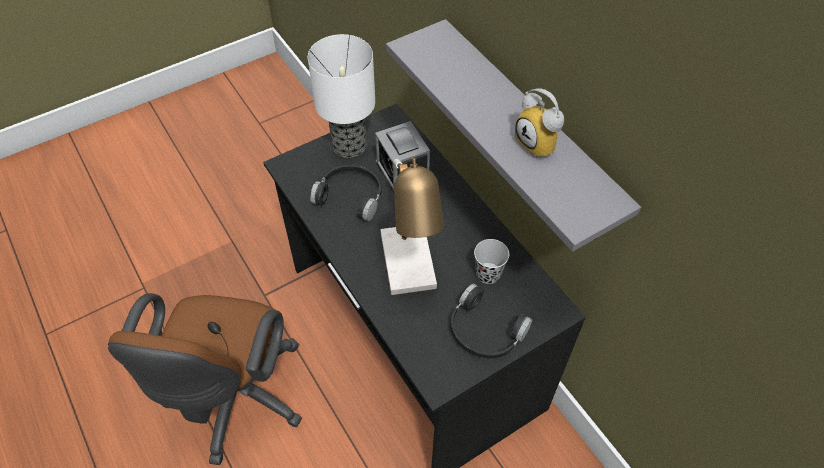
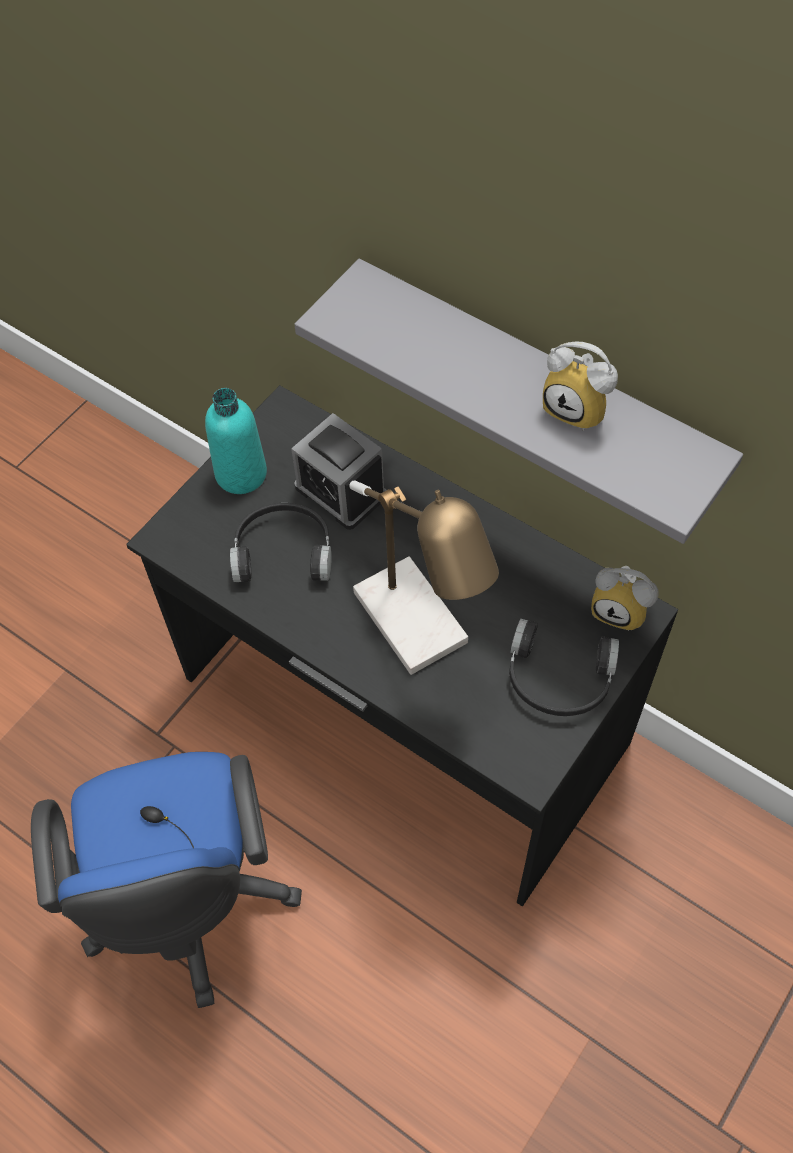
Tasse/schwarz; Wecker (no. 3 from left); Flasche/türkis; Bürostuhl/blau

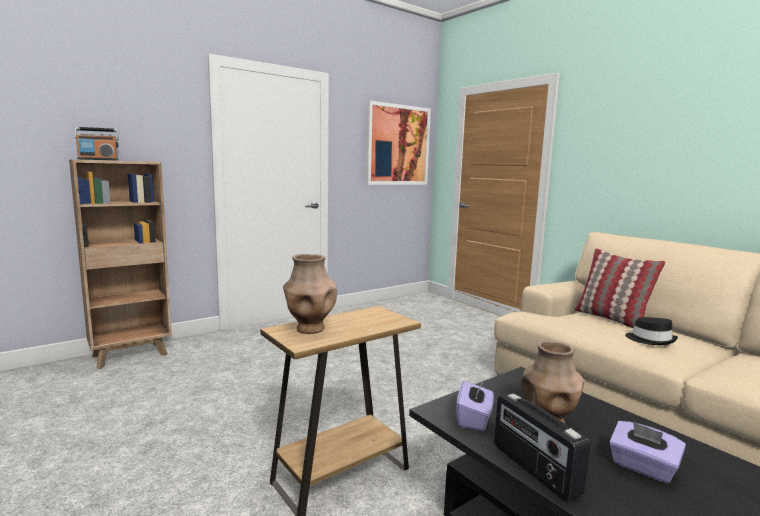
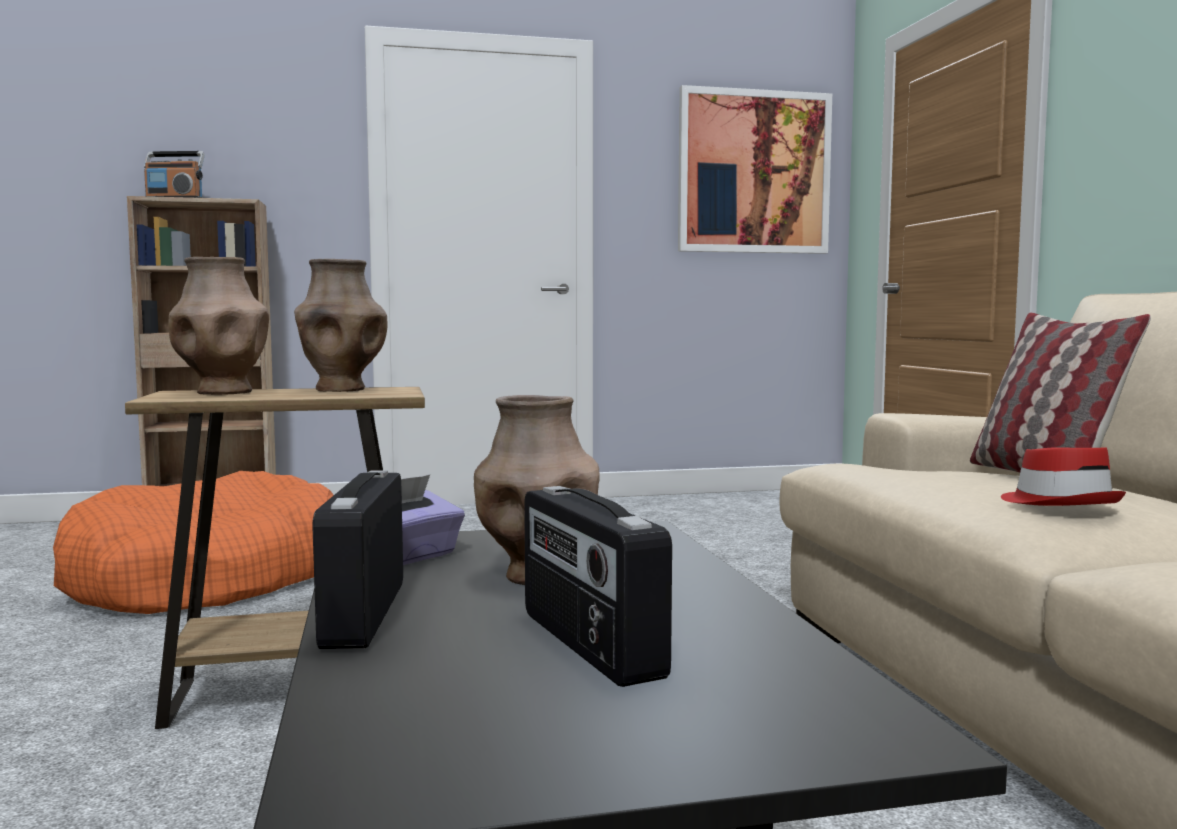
Hundebett/orange; Vase/braun (no. 2 from left); Radio (no. 3 from left); Hut/rot

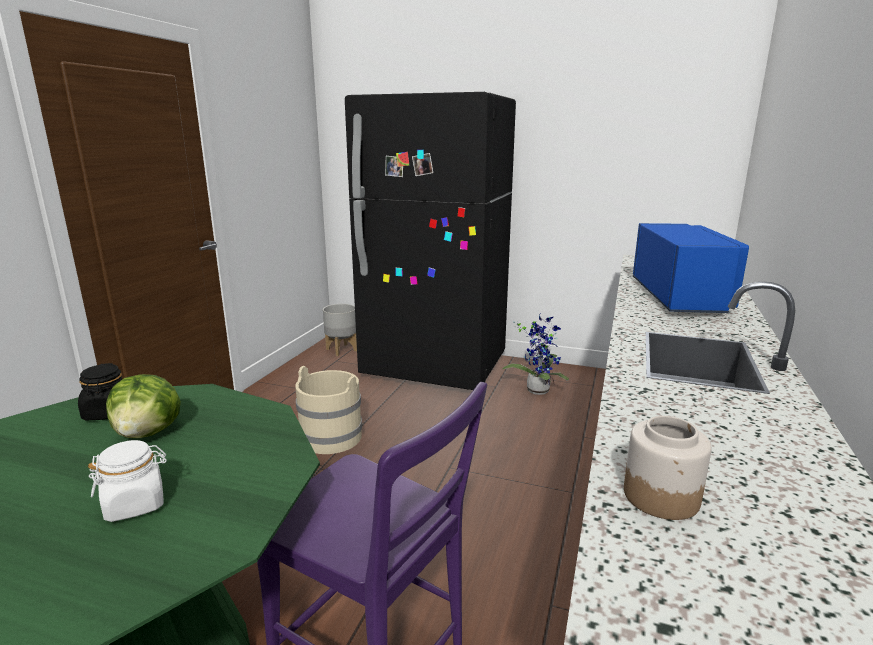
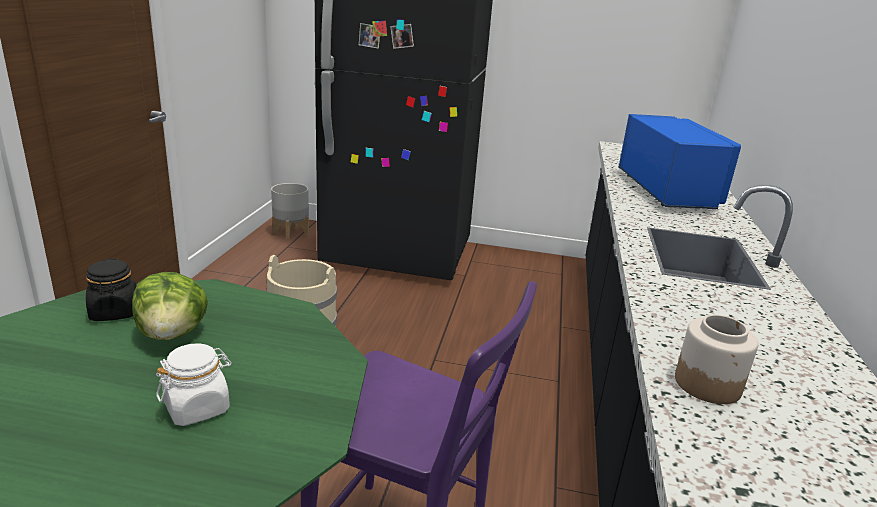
Topfpflanze

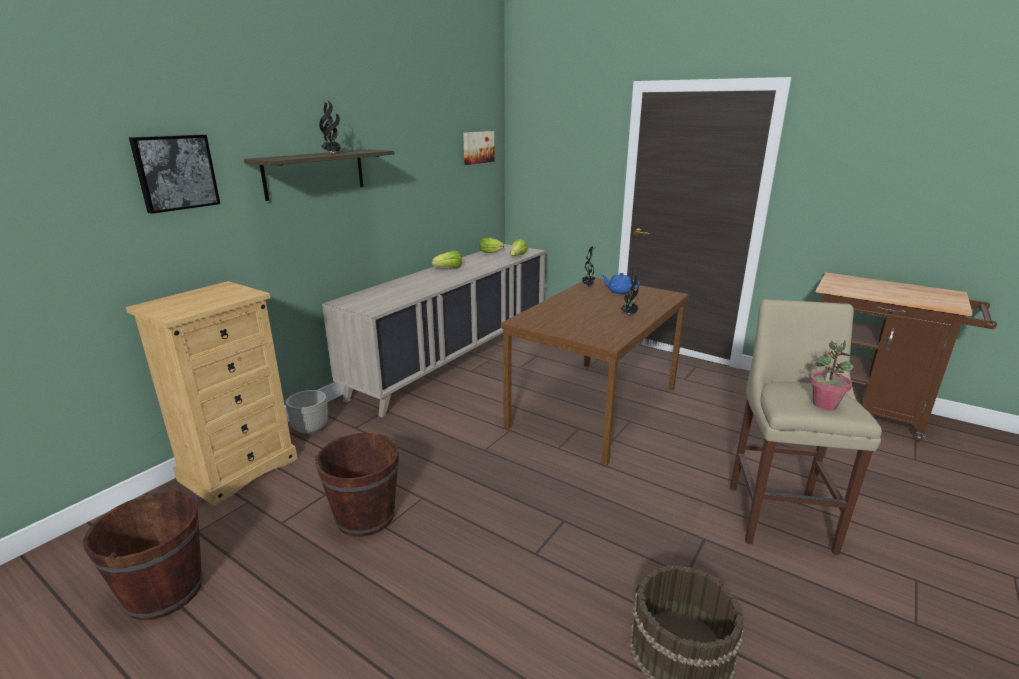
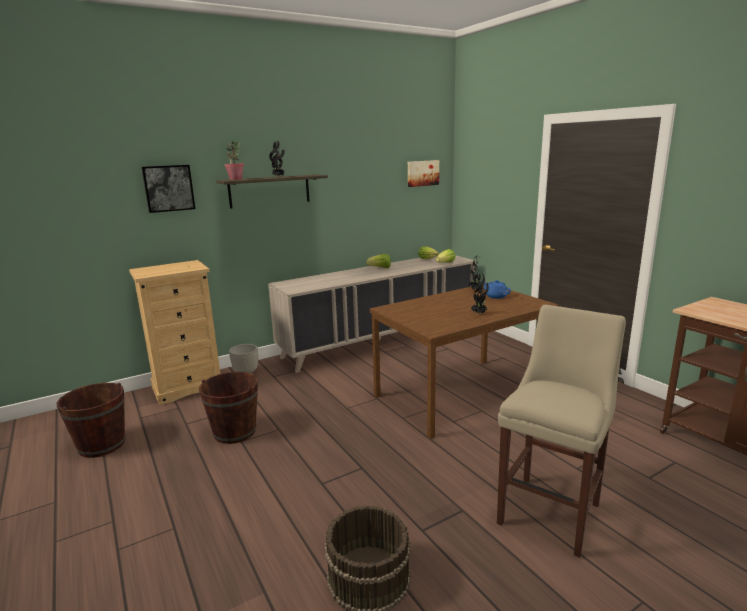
Topfpflanze (no. 1 from left)

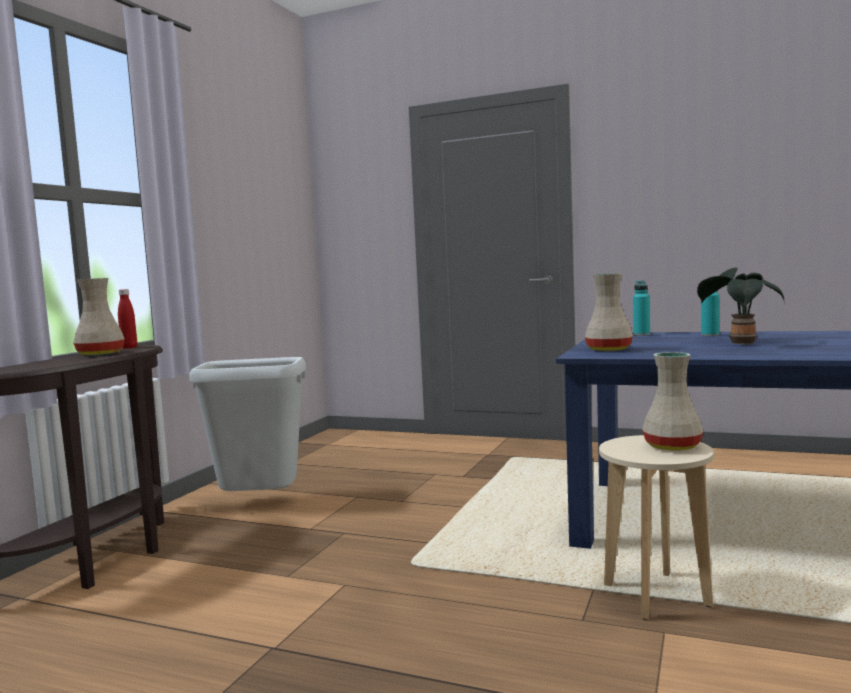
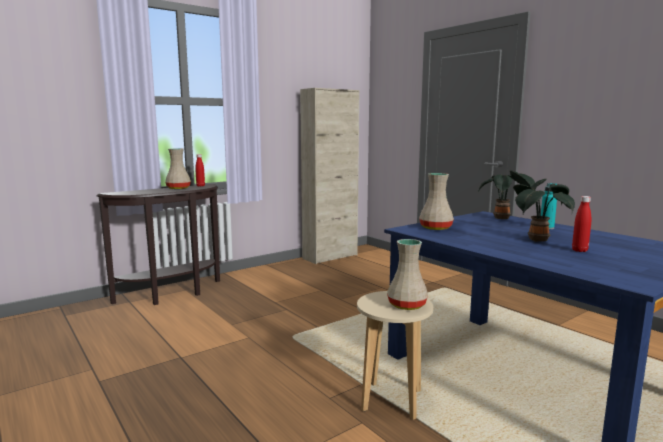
Mülleimer/grau; Schrank/beige; Flasche/rot (no. 2 from left); Topfpflanze (no. 1 from left)

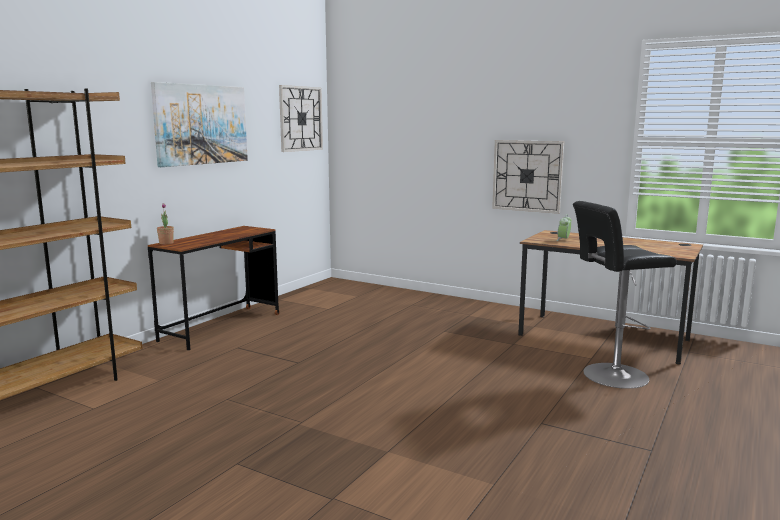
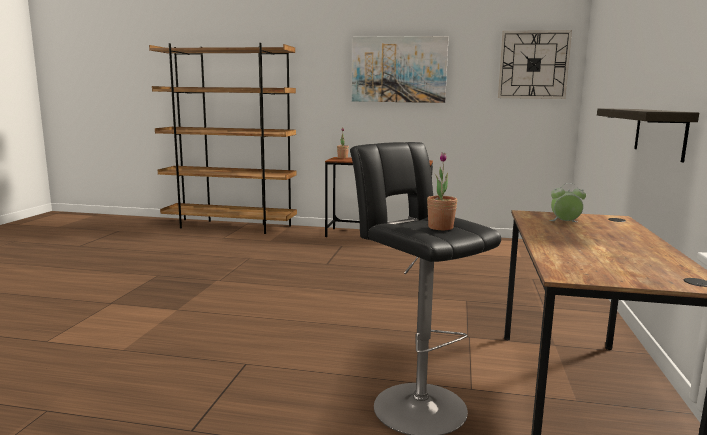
Topfpflanze (no. 2 from left); Wandregal

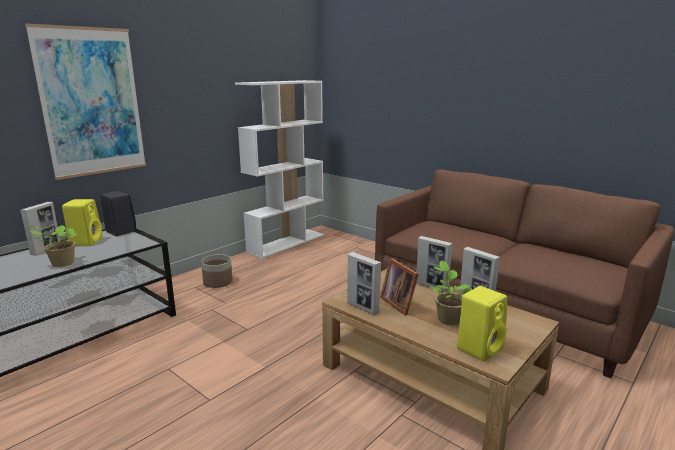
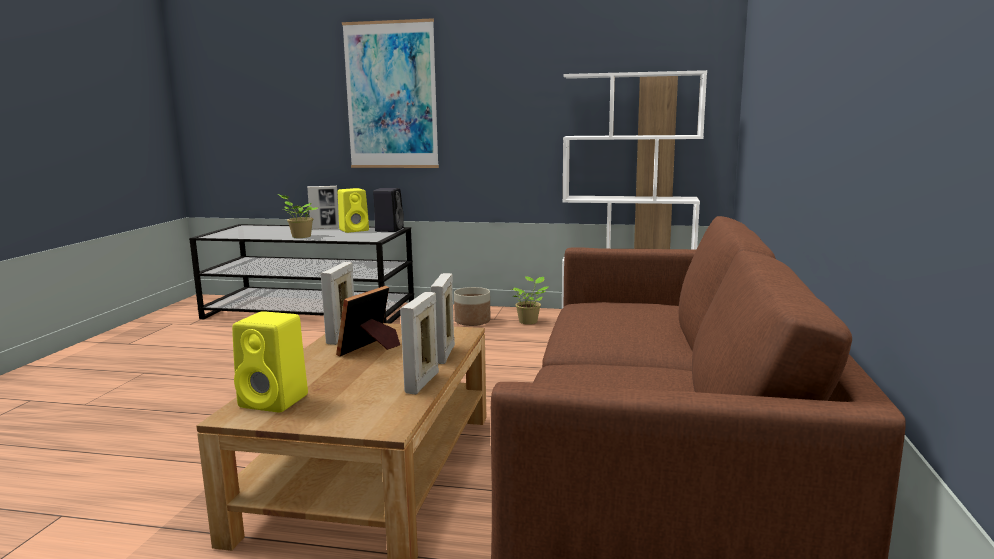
Topfpflanze (no. 2 from left)

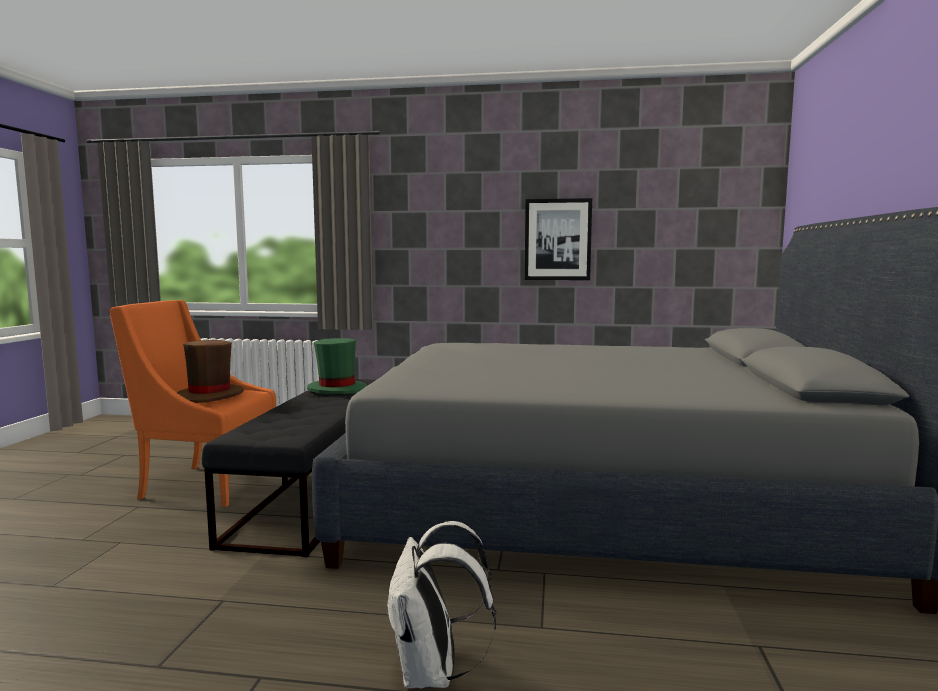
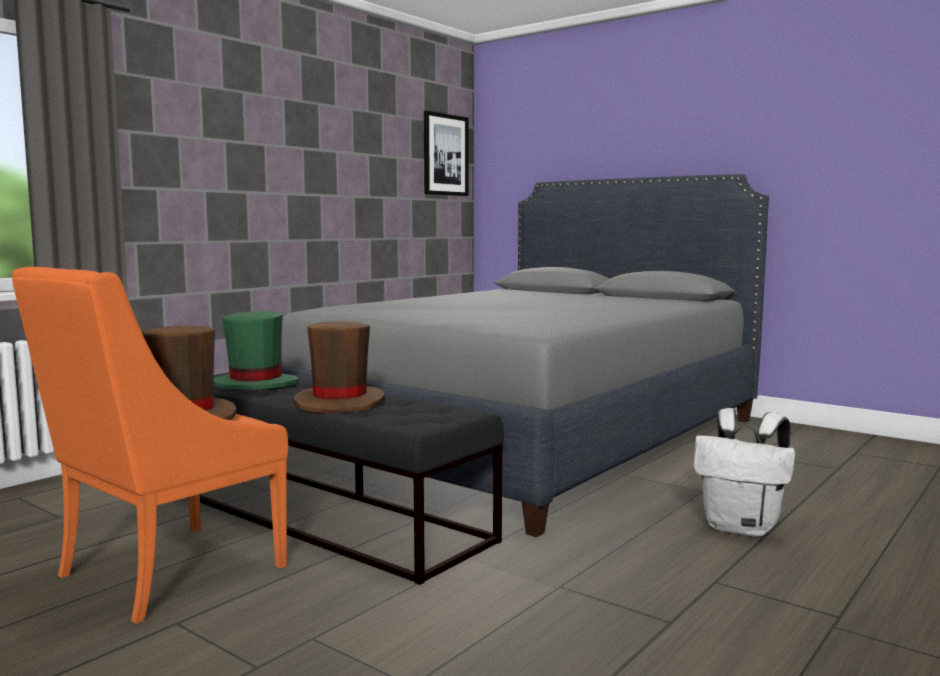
Hut/braun (no. 2 from left); Bild

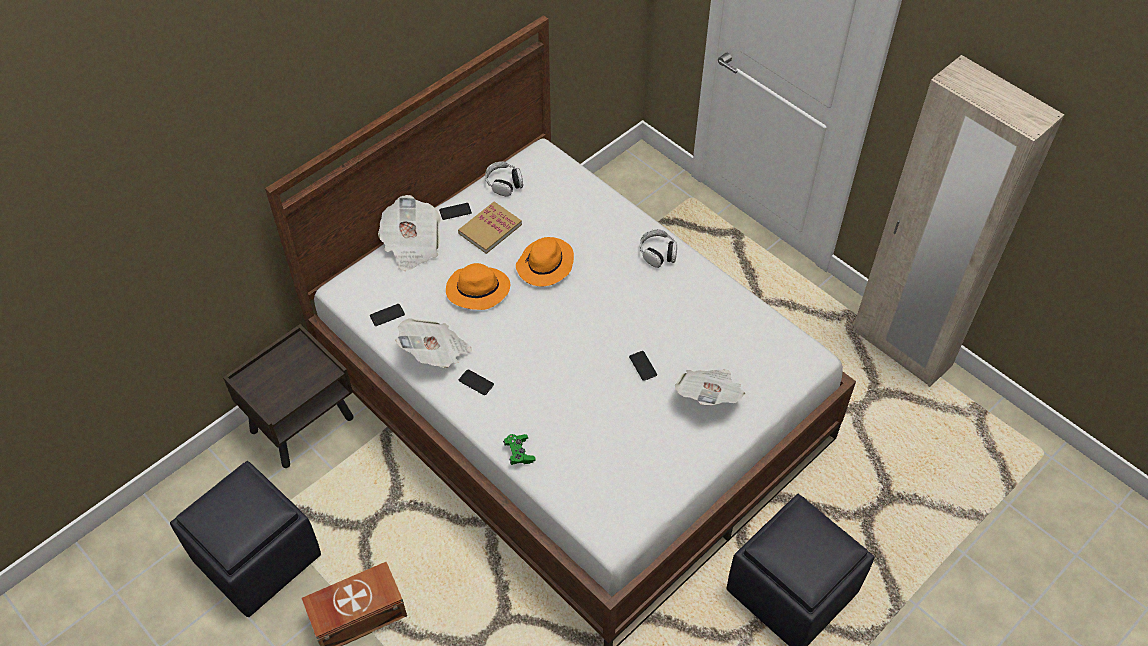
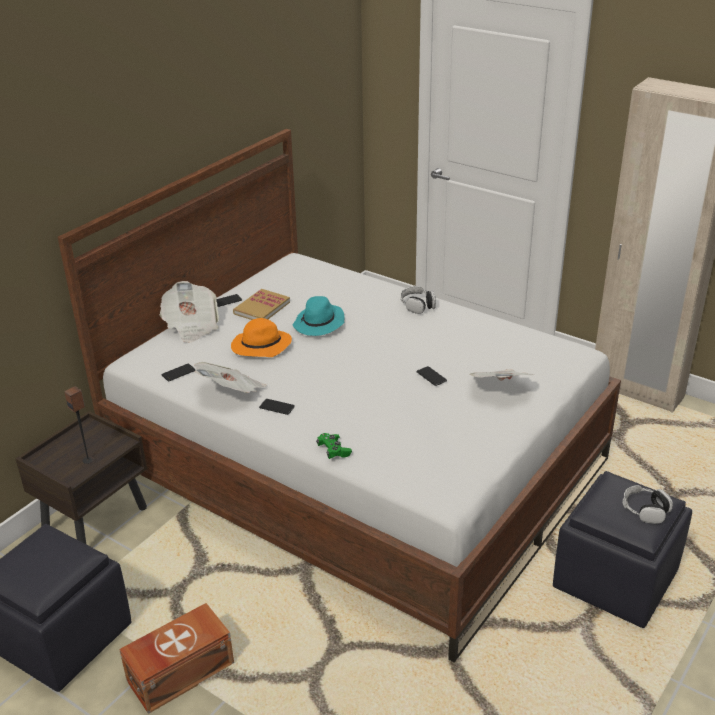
Lautsprecher; Kopfhörer (no. 2 from left); Hut/türkis

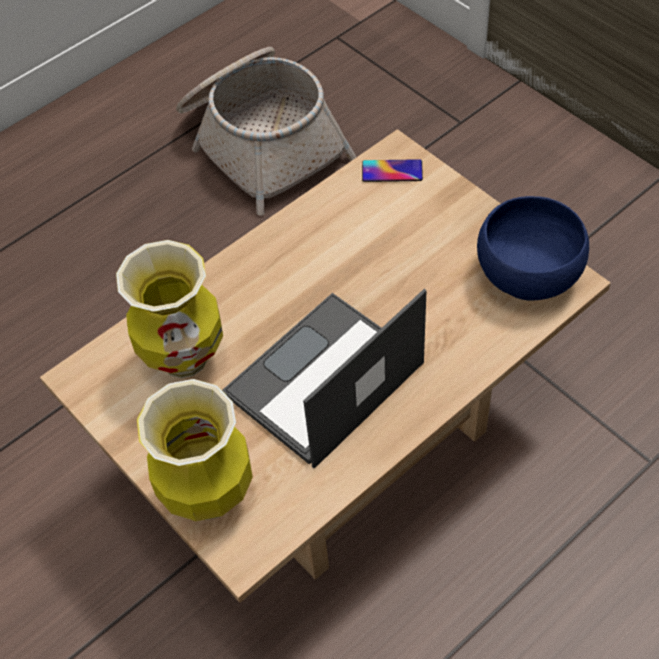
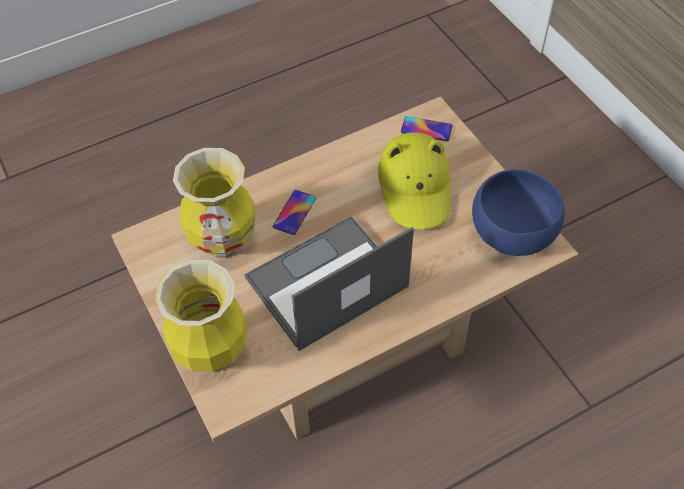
Korb; Handy (no. 1 from left); Hut/gelb

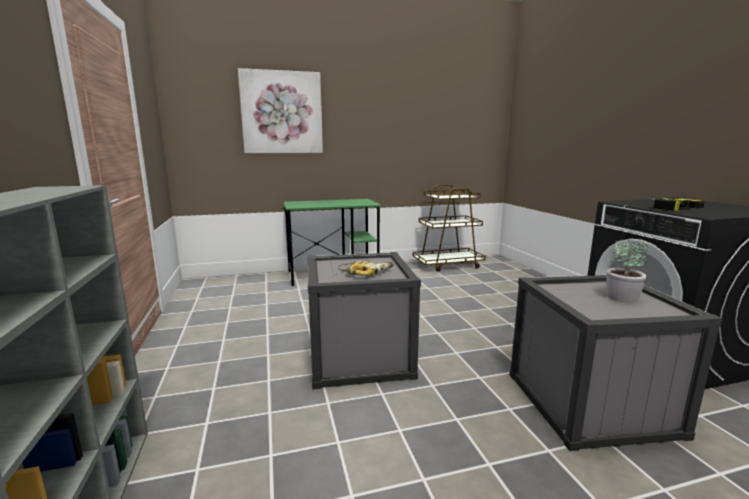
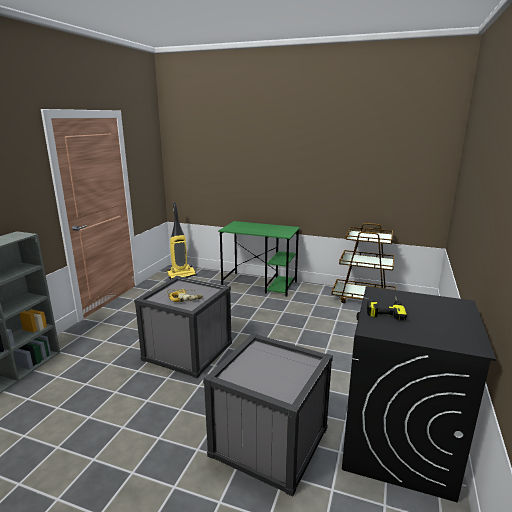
Bild; Topfpflanze; Staubsauger

